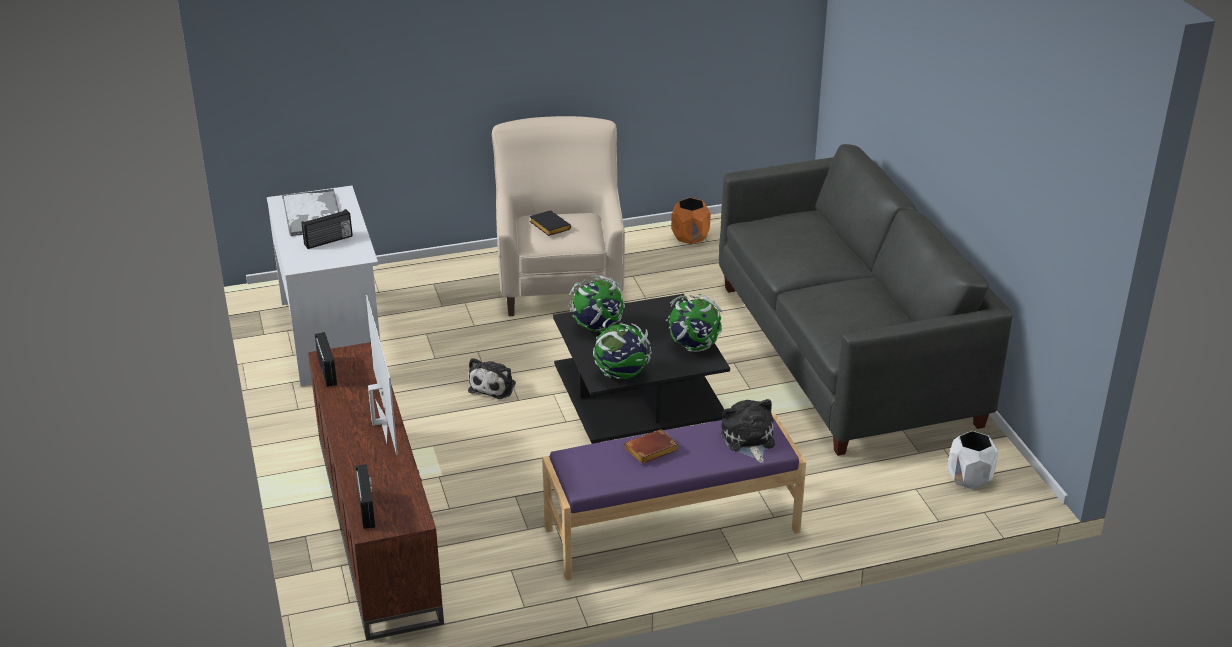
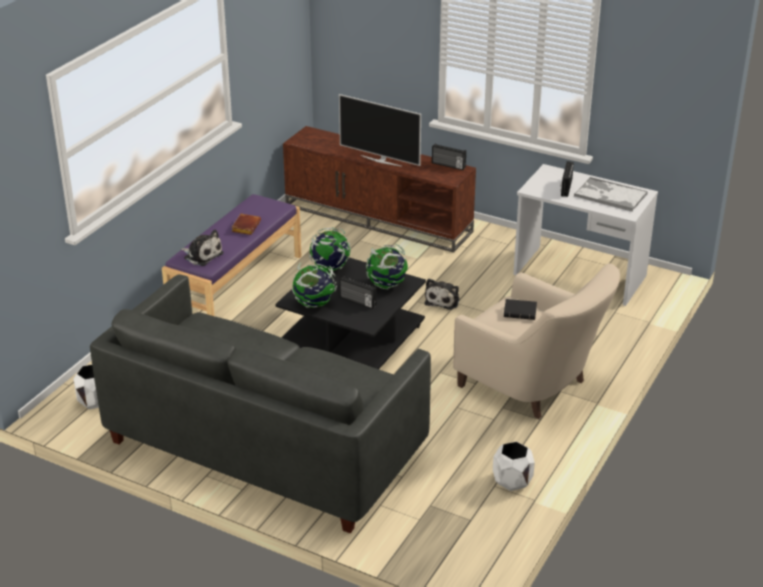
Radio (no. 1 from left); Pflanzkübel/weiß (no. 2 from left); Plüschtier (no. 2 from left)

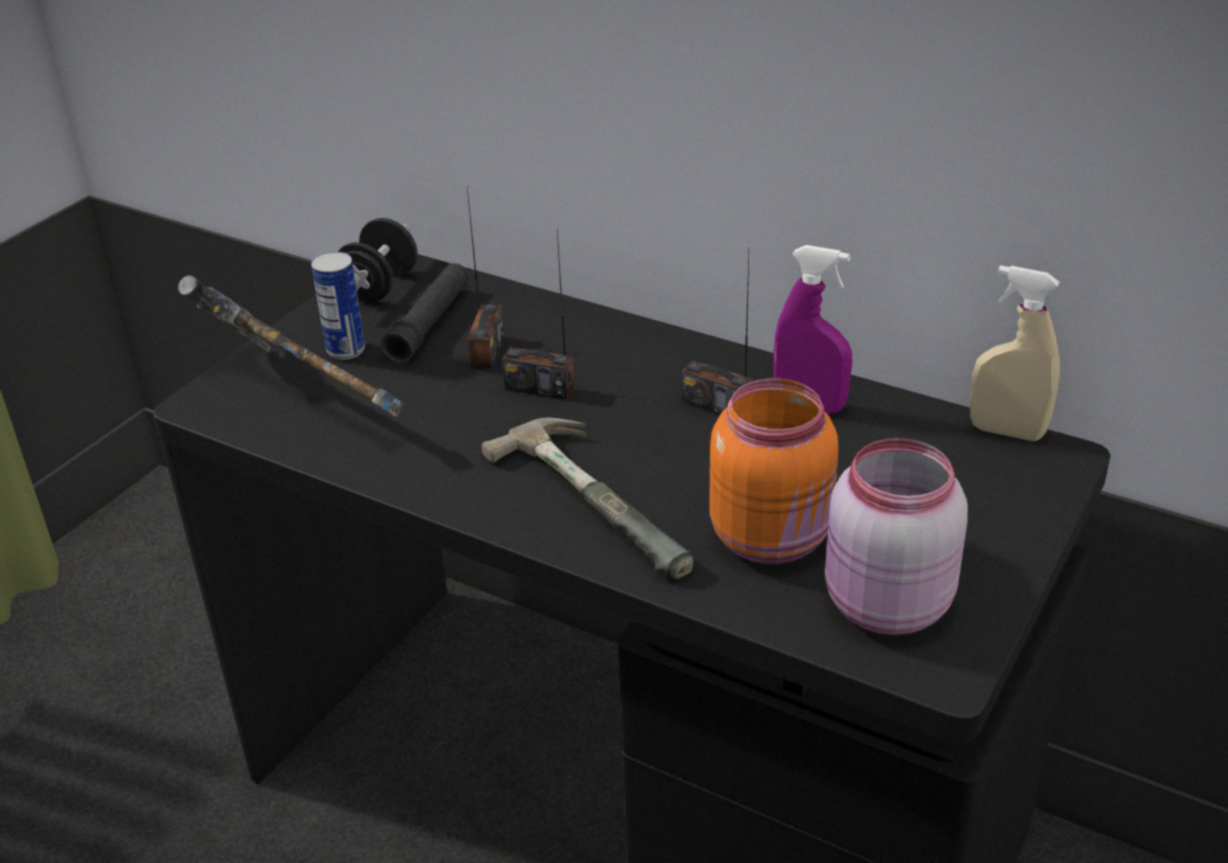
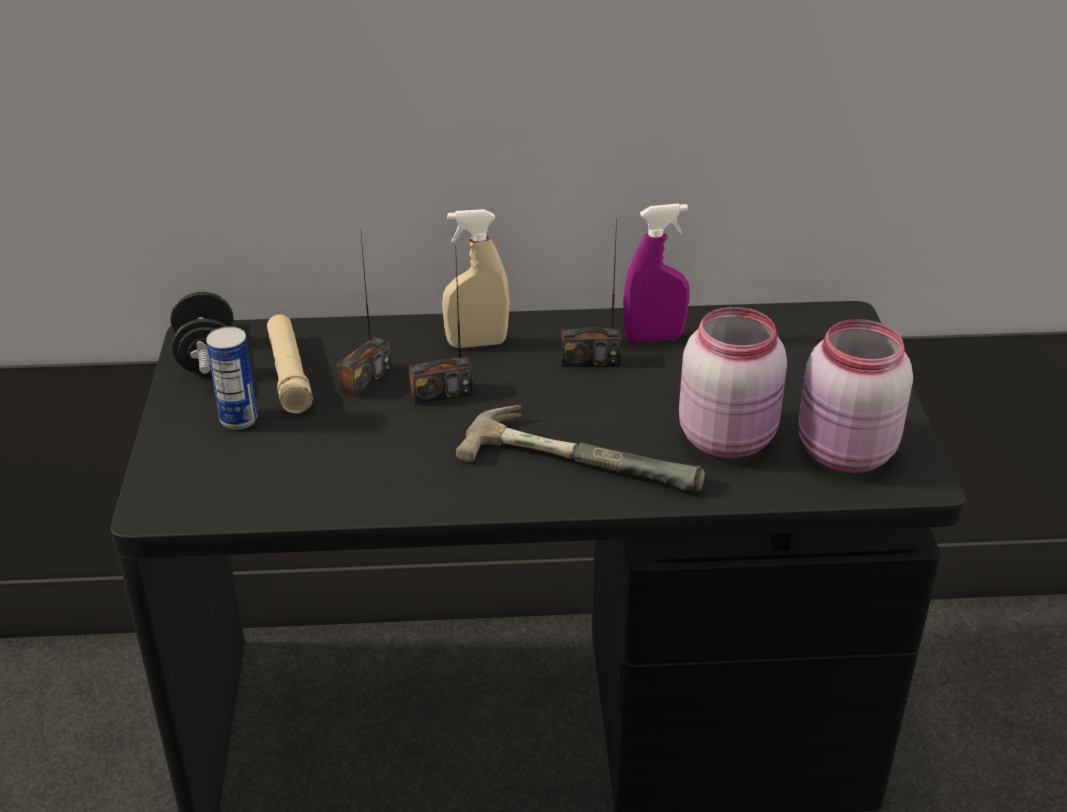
Hammer (no. 1 from left in the first image); Sprühflasche/beige; Taschenlampe/beige; Vorratsglas/rosa (no. 1 from left); Radio (no. 1 from left)

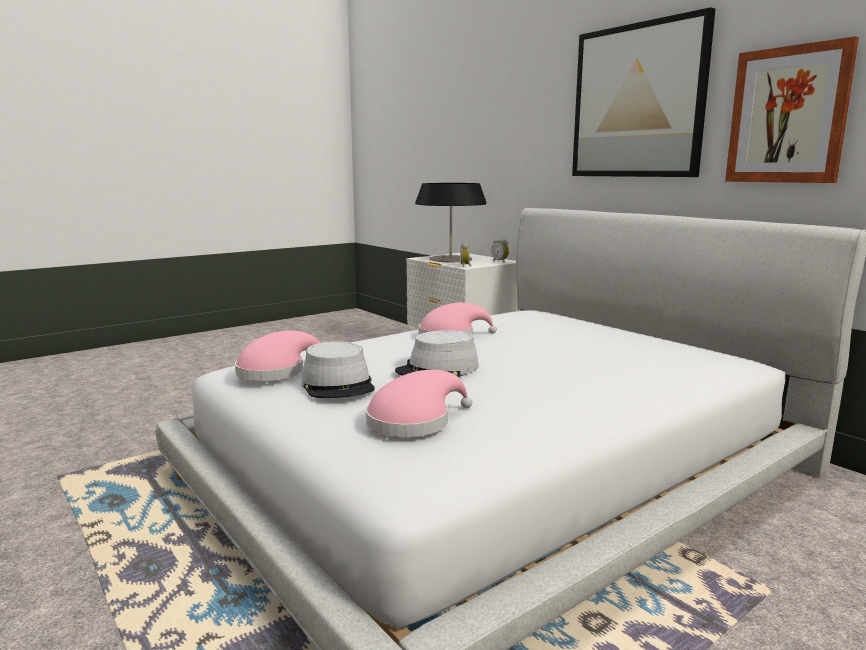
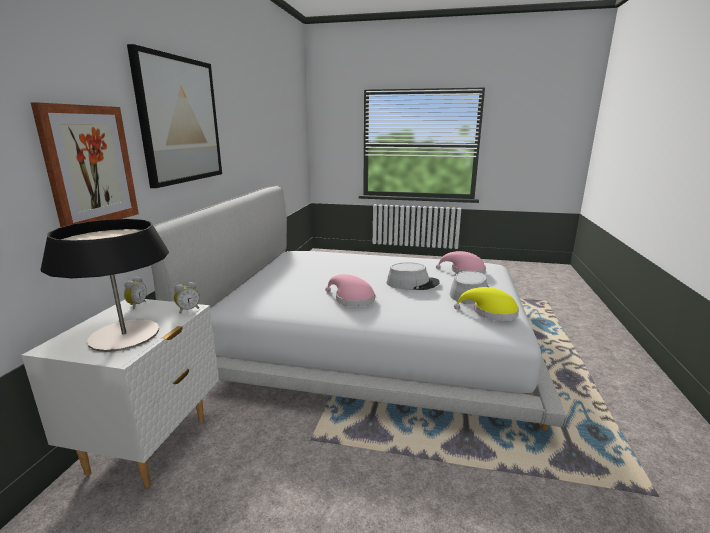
Bild (no. 1 from left); Hut/gelb

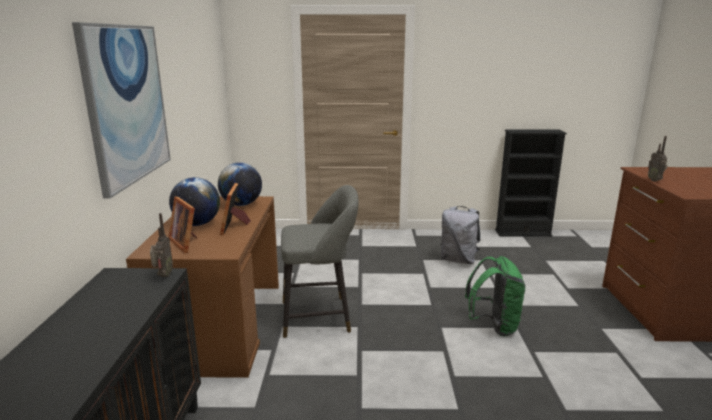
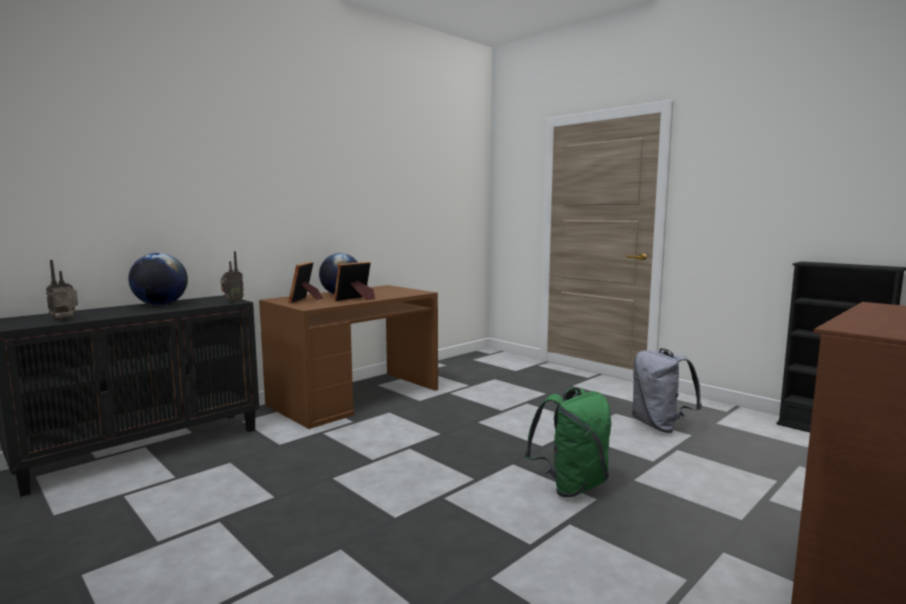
Bild; Hocker/grau; Globus (no. 1 from left); Radio (no. 1 from left)

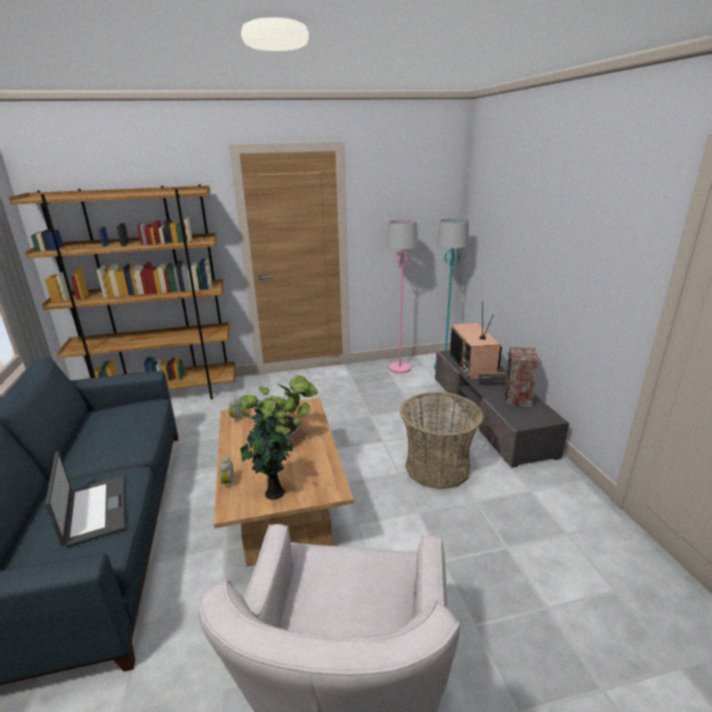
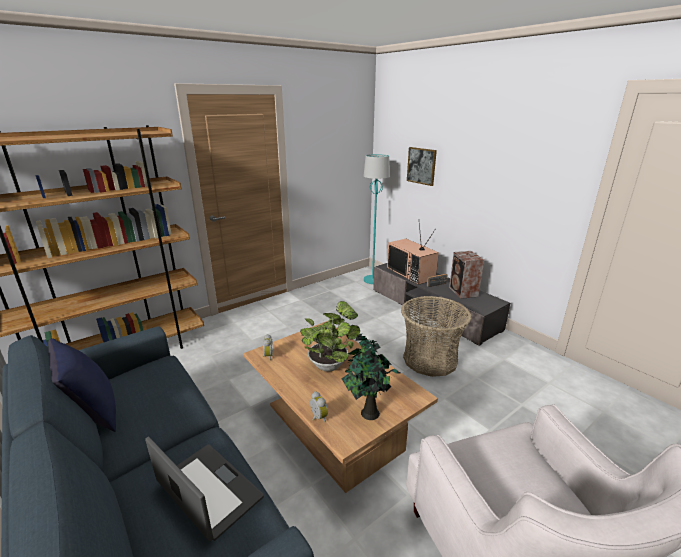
Stehlampe/rosa; Kissen/blau; Bild

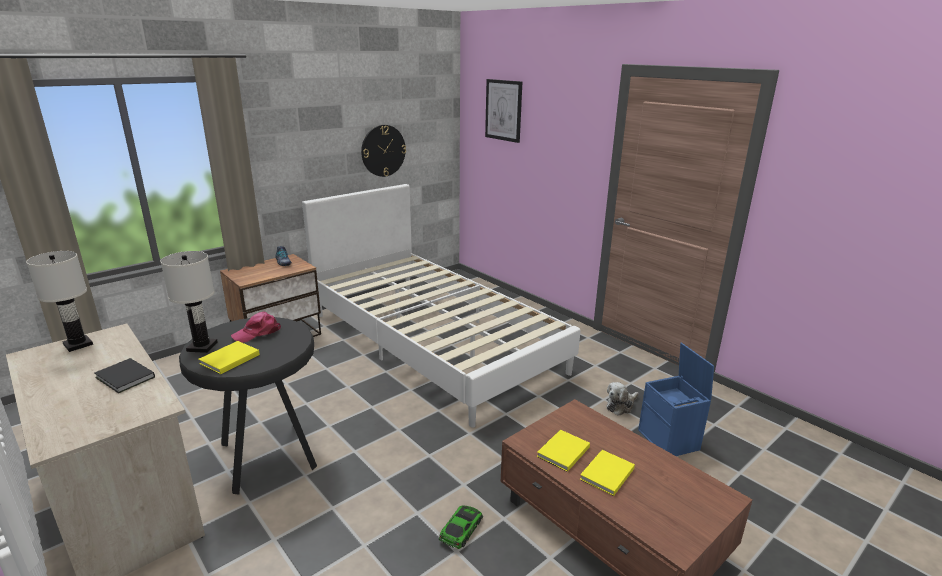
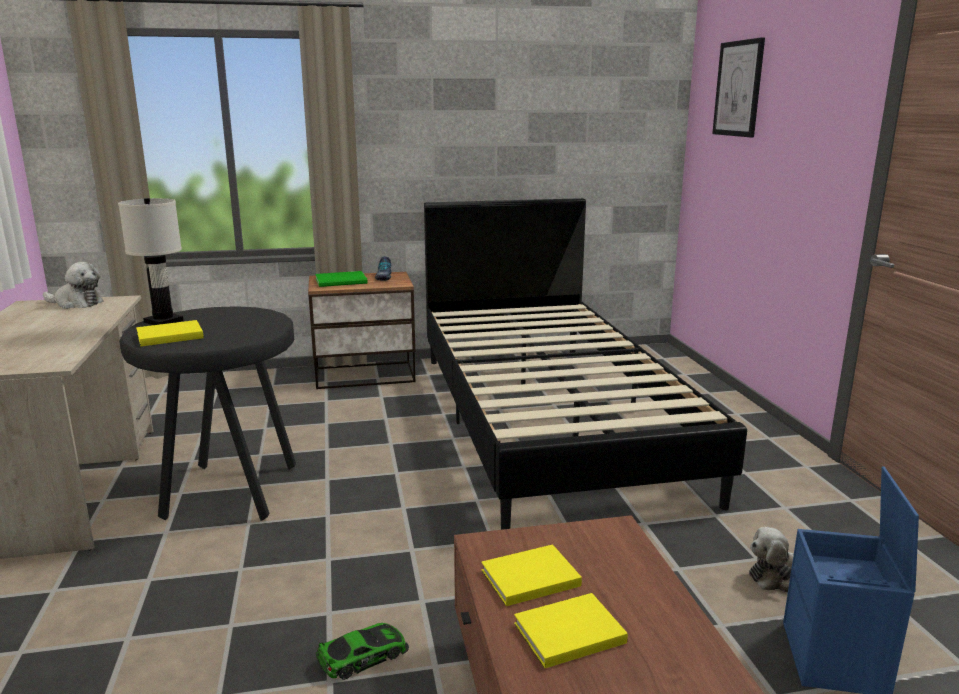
Buch/schwarz; Kappe/rosa; Wanduhr; Buch/grün; Plüschtier (no. 1 from left); Bett/schwarz

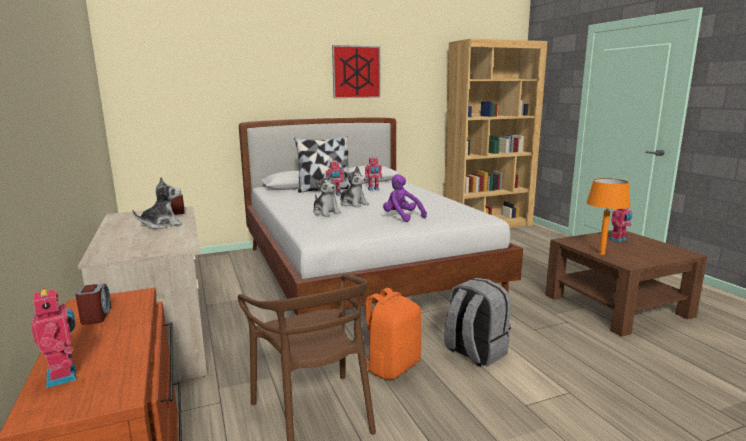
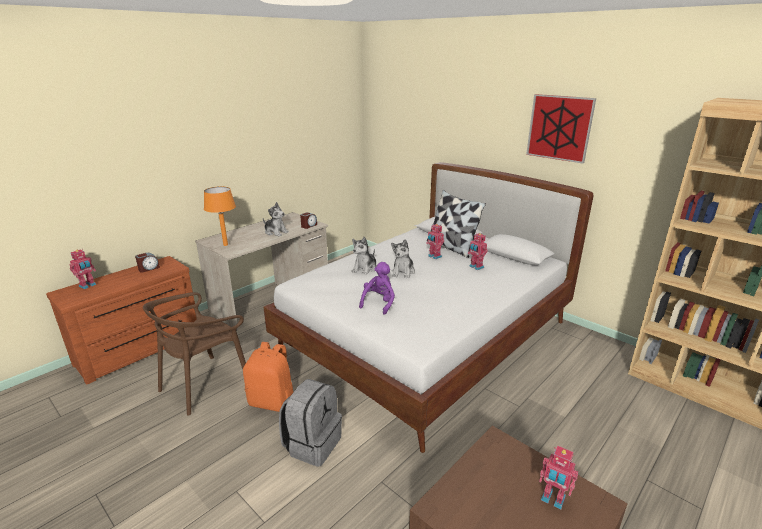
Tischlampe/orange

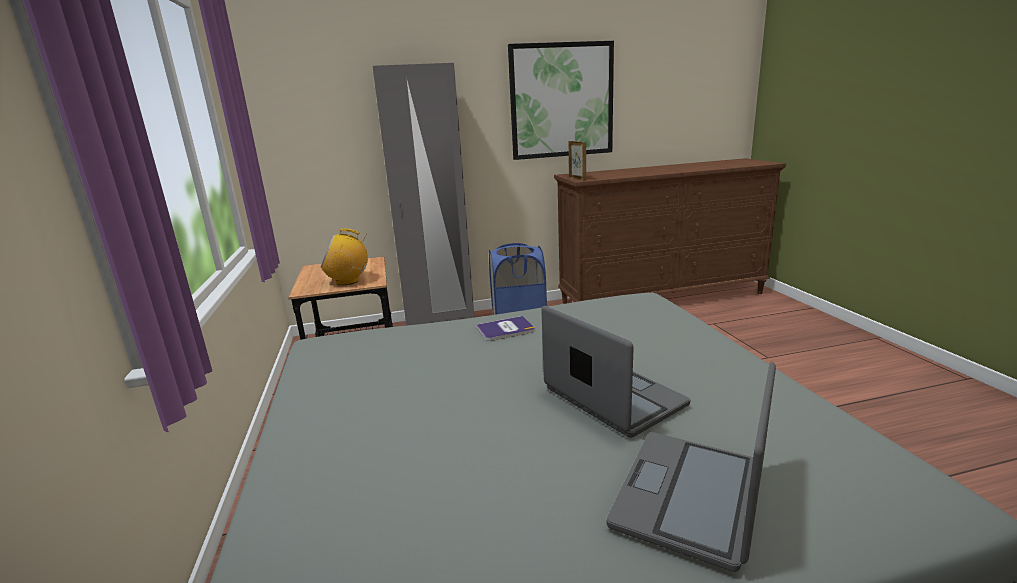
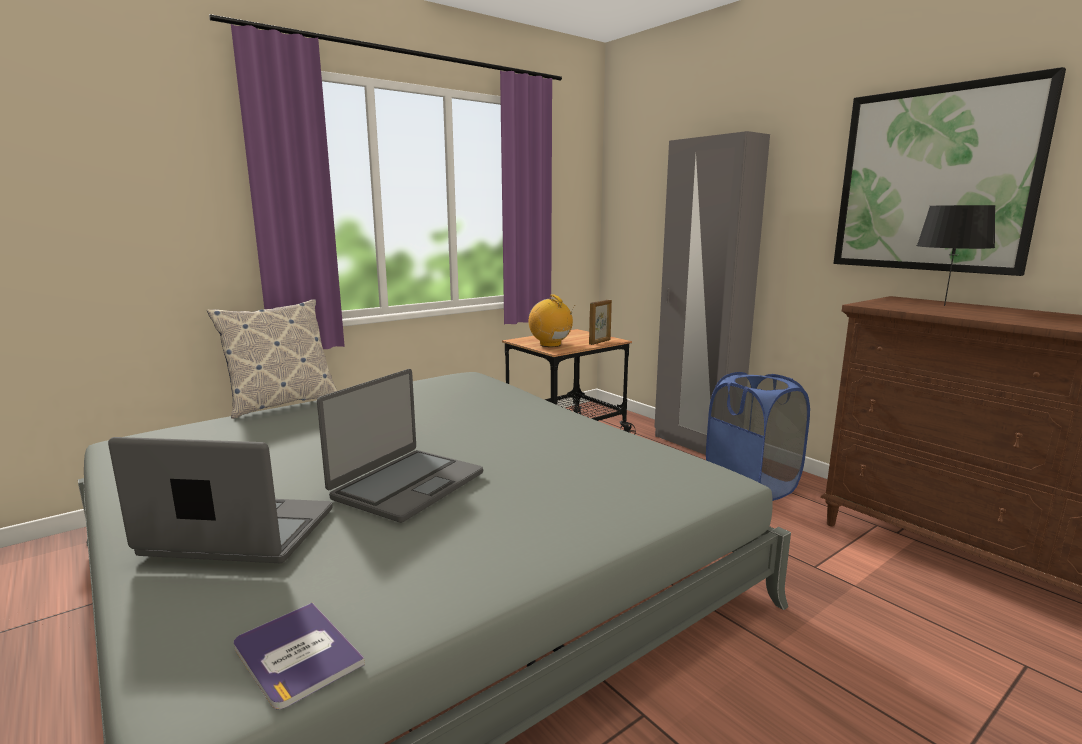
Kissen; Tischlampe/schwarz; Buch; Bilderrahmen

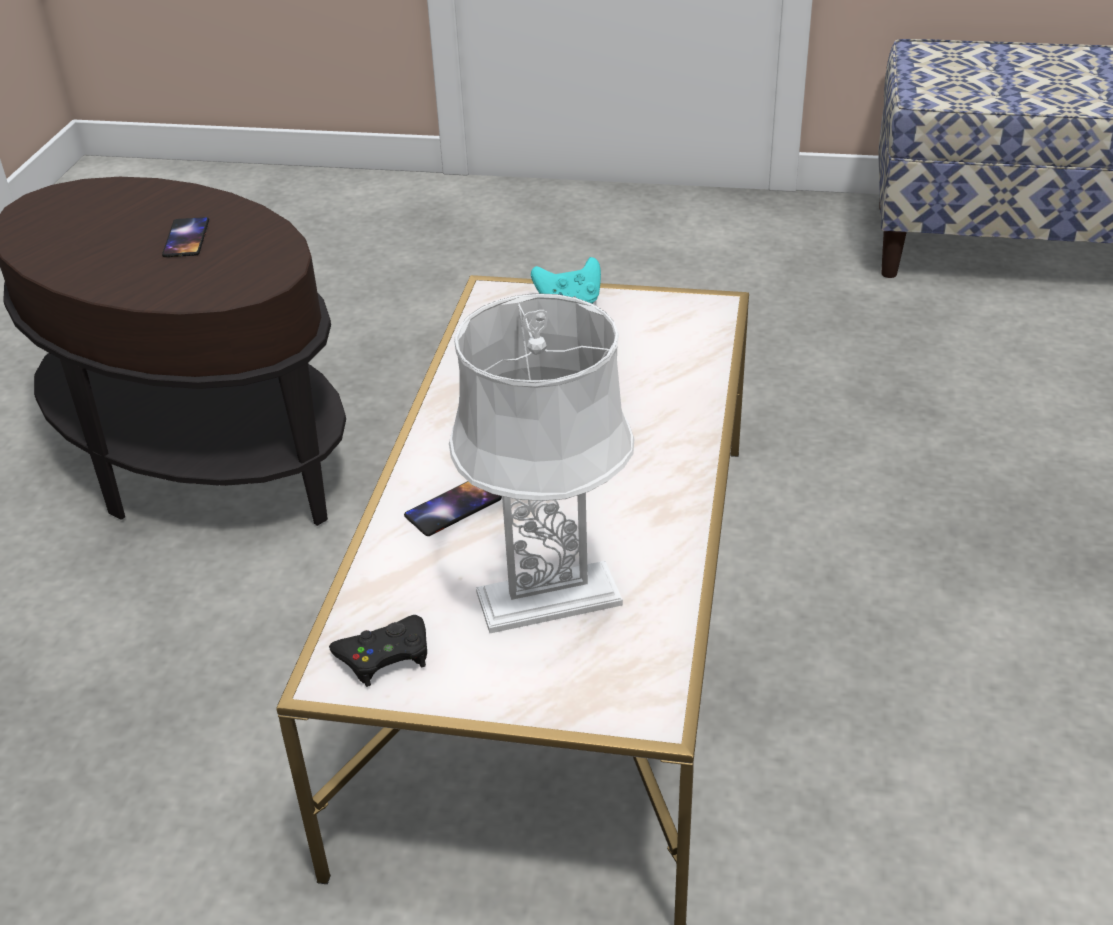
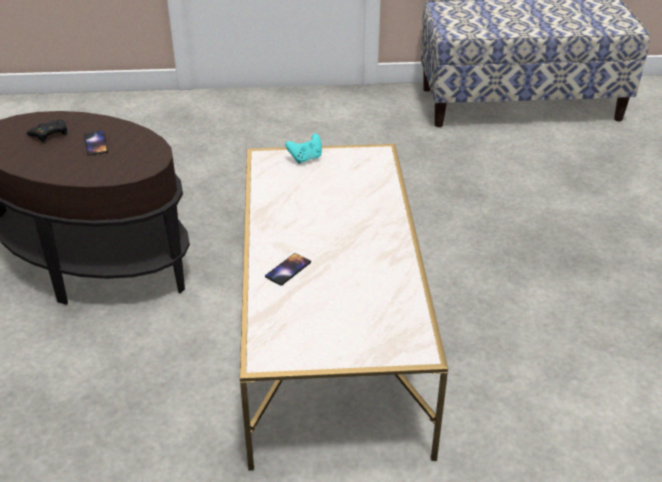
Tischlampe/weiß; Gamepad/schwarz

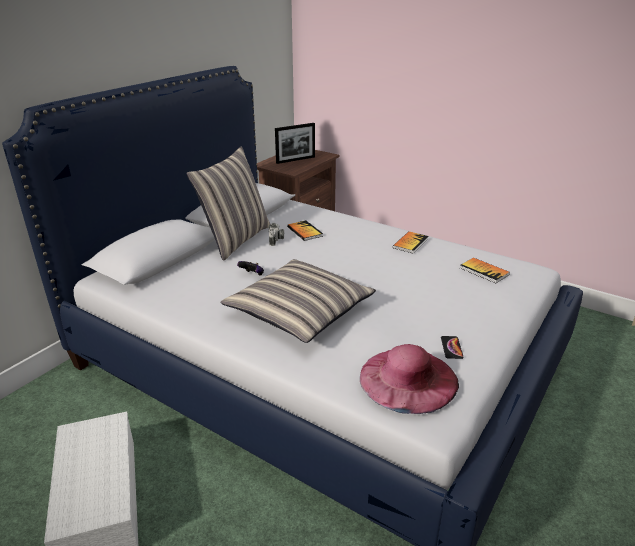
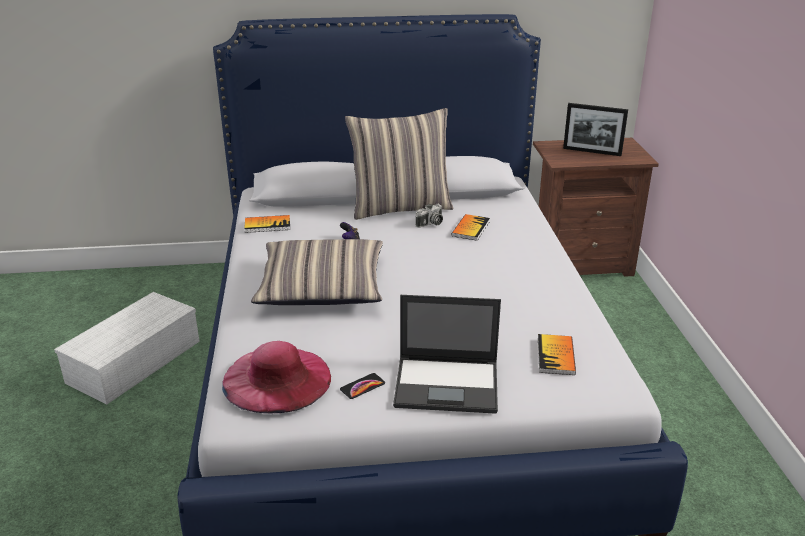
Laptop; Buch (no. 1 from left)

